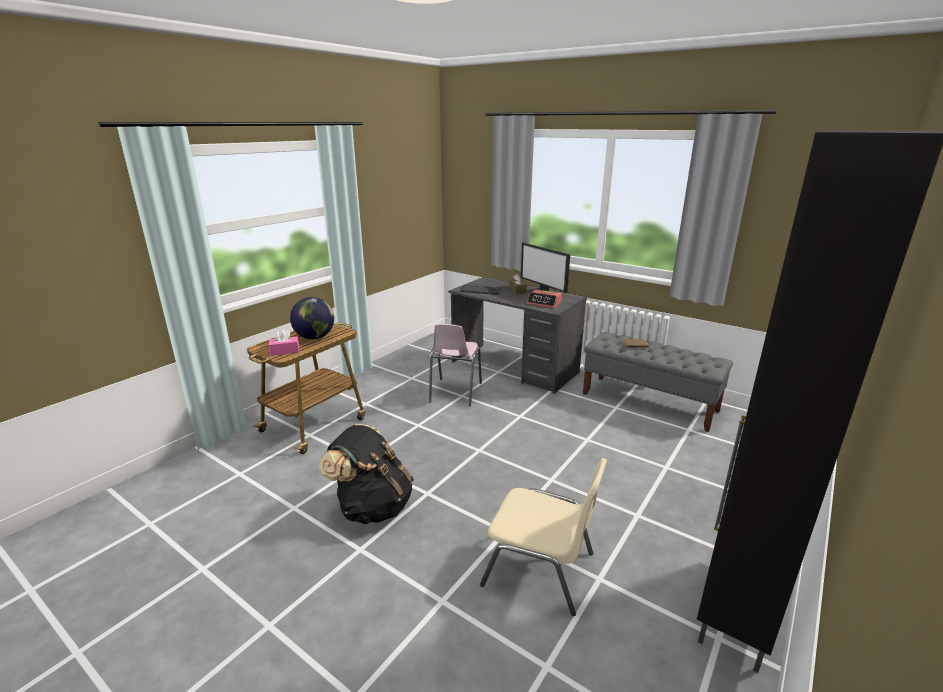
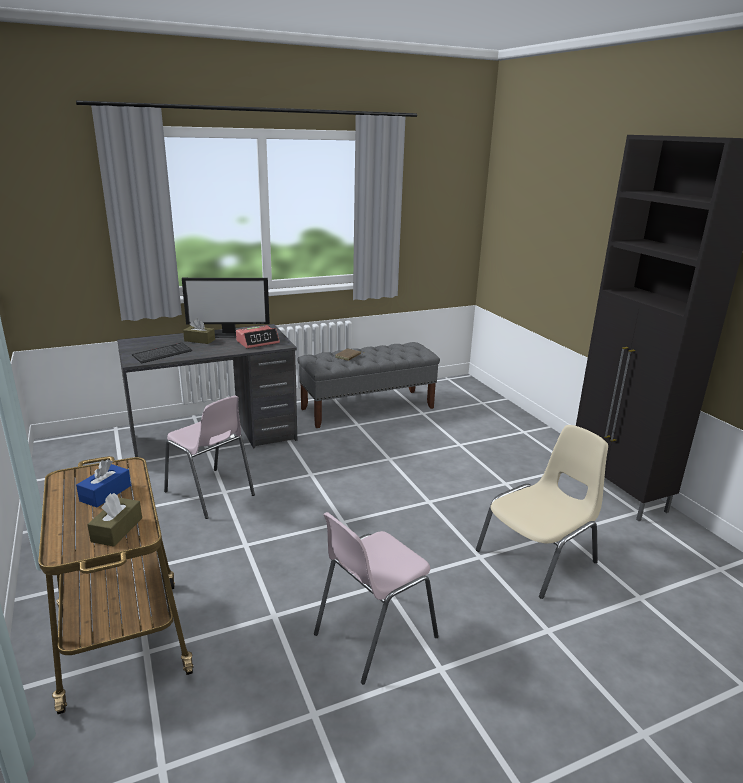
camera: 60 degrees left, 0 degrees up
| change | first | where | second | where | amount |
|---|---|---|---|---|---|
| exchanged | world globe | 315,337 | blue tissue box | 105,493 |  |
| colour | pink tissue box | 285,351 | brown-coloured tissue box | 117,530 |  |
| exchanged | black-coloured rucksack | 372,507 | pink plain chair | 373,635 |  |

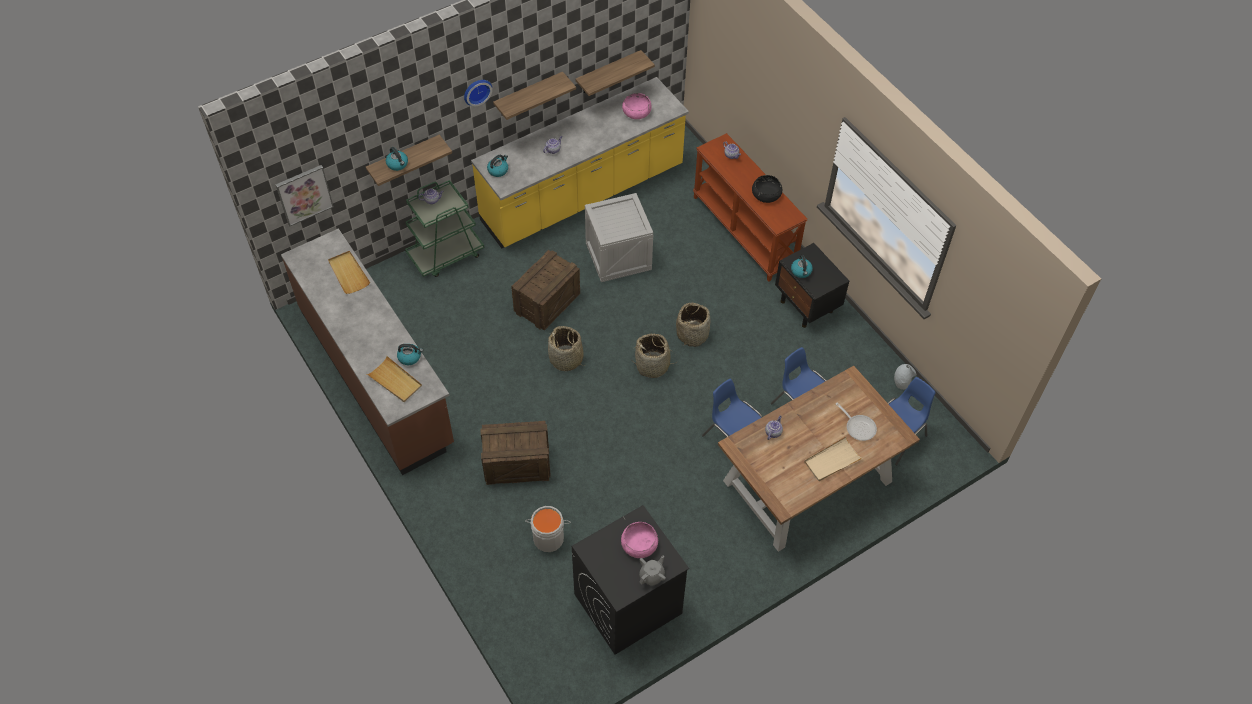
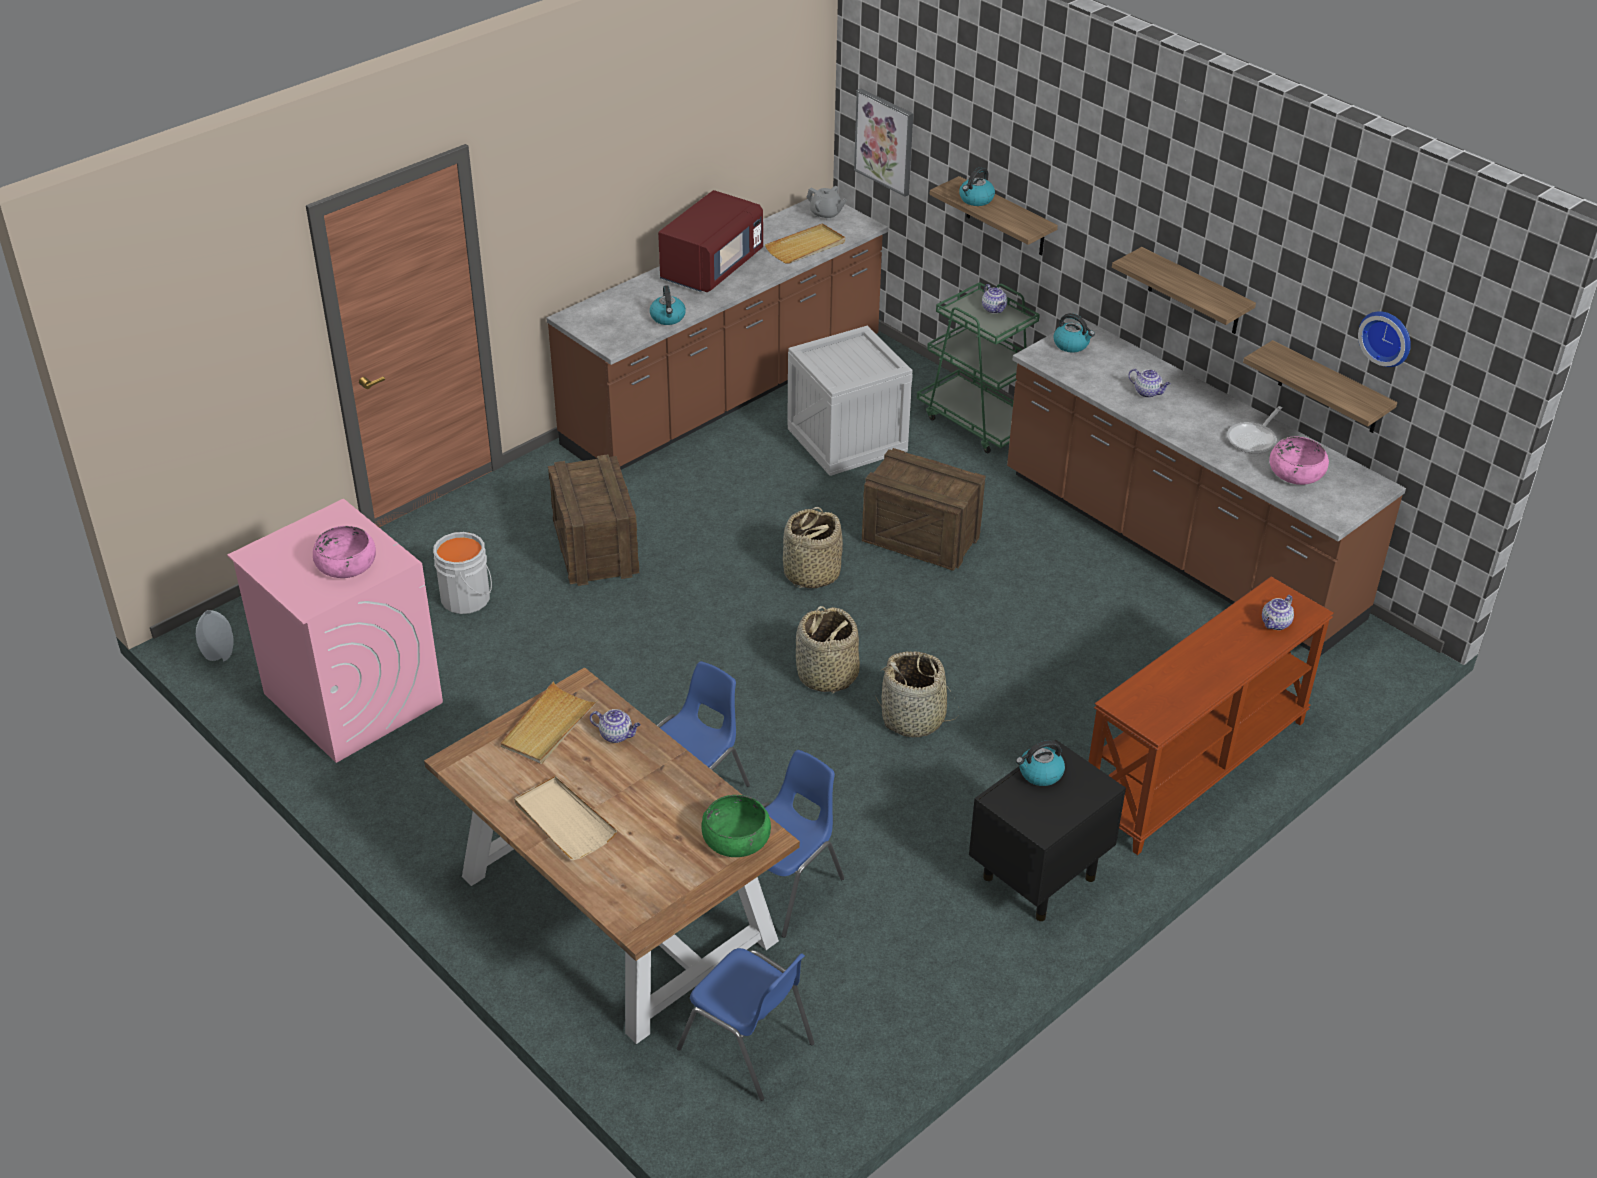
camera: 80 degrees right, 15 degrees down
| change | first | where | second | where | amount |
|---|---|---|---|---|---|
| relocated | grey flower vase | 902,383 |  | 219,654 |  |
| colour | black-coloured laundry appliance | 627,604 | pink laundry appliance | 351,697 |  |
| relocated | beige-coloured serving tray | 395,381 |  | 548,727 |  |
| appeared |  |  | red microwave oven | 711,268 |  |
| appeared |  |  | green-coloured bowl | 736,839 |  |
| relocated | packing crate | 619,255 |  | 848,440 |  |
| relocated | grey pot for tea | 652,575 |  | 826,214 |  |
| colour | yellowish kitchen counter | 583,195 | brown-coloured kitchen counter | 1177,548 |  |
| relocated | frying pan | 858,427 |  | 1254,439 |  |
| relocated | hanging clock | 476,91 |  | 1387,337 |  |
| missing | black-coloured bowl | 766,194 |  |  |  |

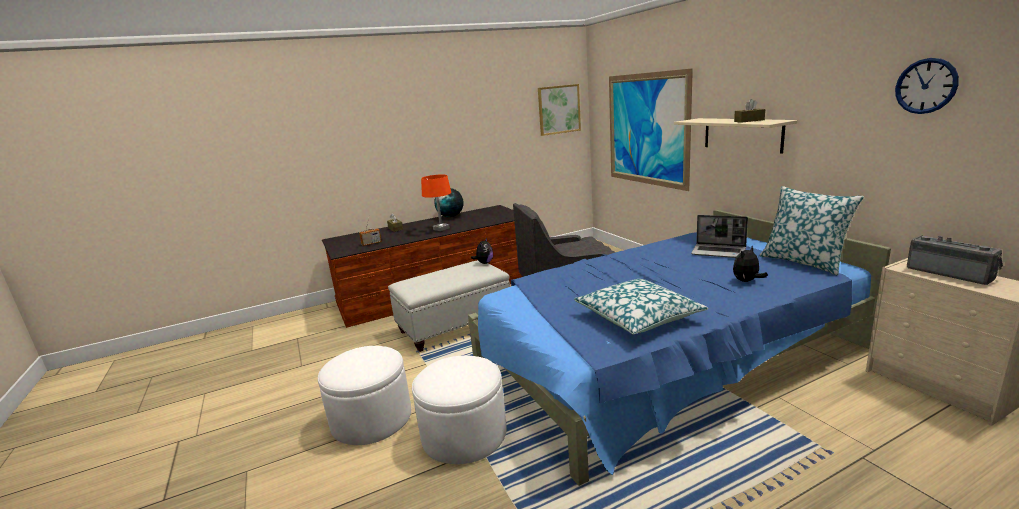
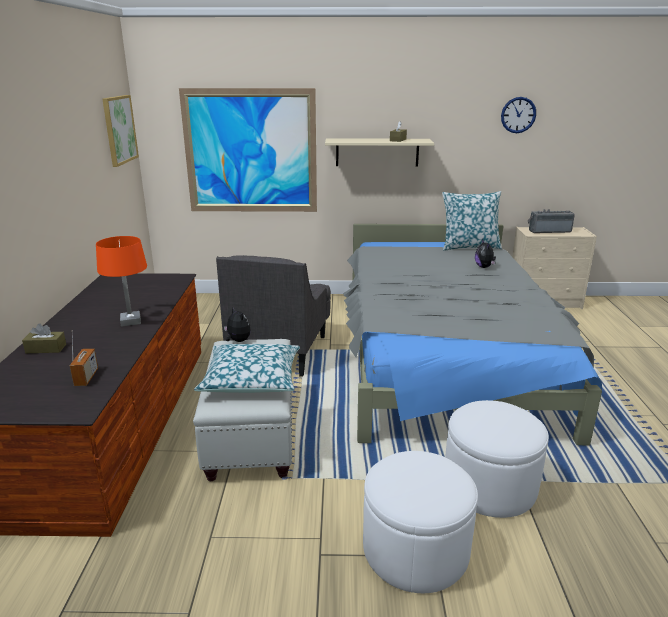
camera: 65 degrees left, 5 degrees up
| change | first | where | second | where | amount |
|---|---|---|---|---|---|
| relocated | pillow | 638,317 |  | 251,379 |  |
| colour | blue sleeping bed | 663,357 | grey sleeping bed | 442,353 |  |
| missing | world globe | 451,216 |  |  |  |
| missing | notebook computer | 719,252 |  |  |  |

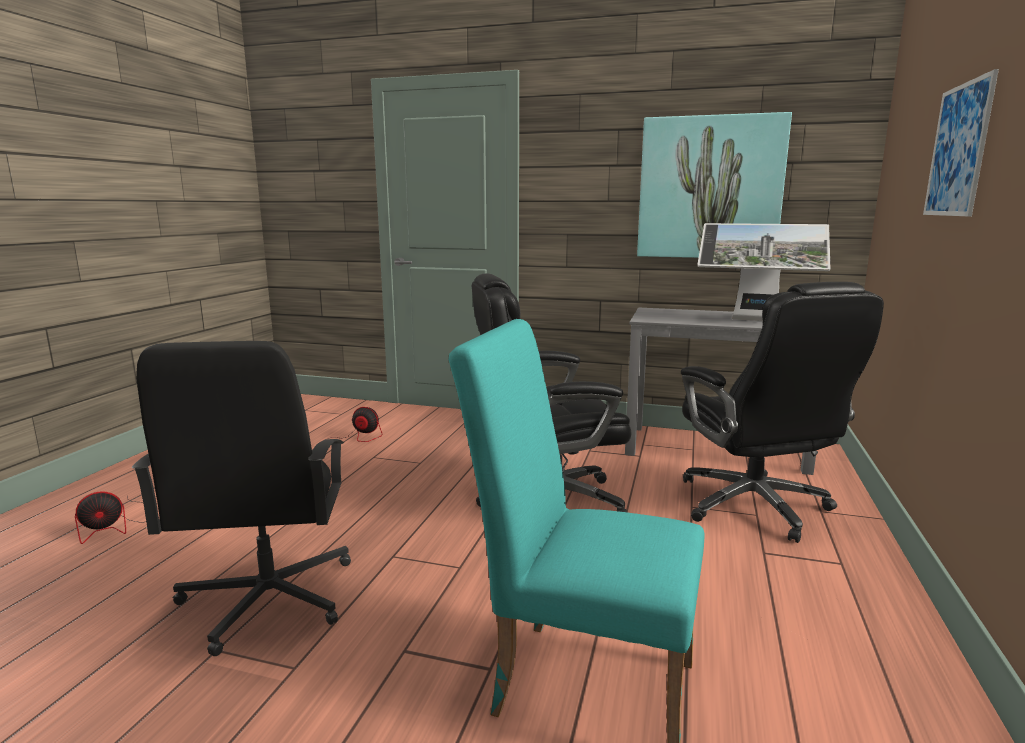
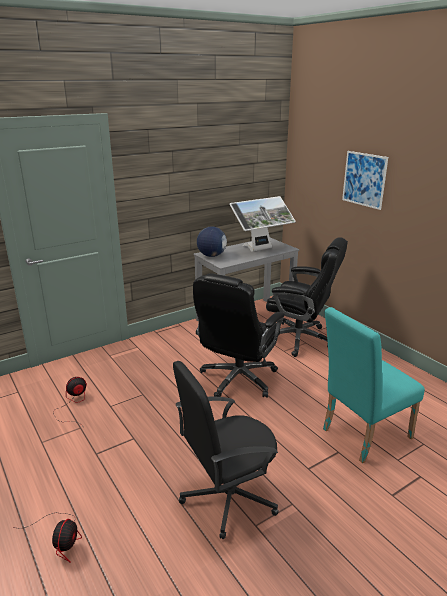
camera: 50 degrees left, 10 degrees up
| change | first | where | second | where | amount |
|---|---|---|---|---|---|
| spun | black-coloured desk chair | 267,599 |  | 227,496 | 120 degrees clockwise |
| appeared |  |  | world globe | 211,256 |  |
| missing | wall art | 709,188 |  |  |  |

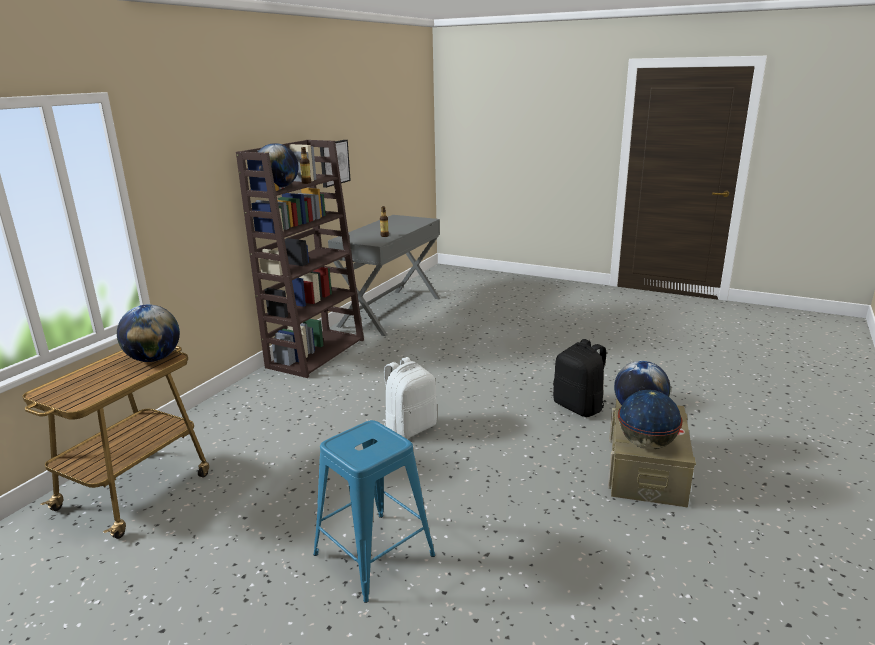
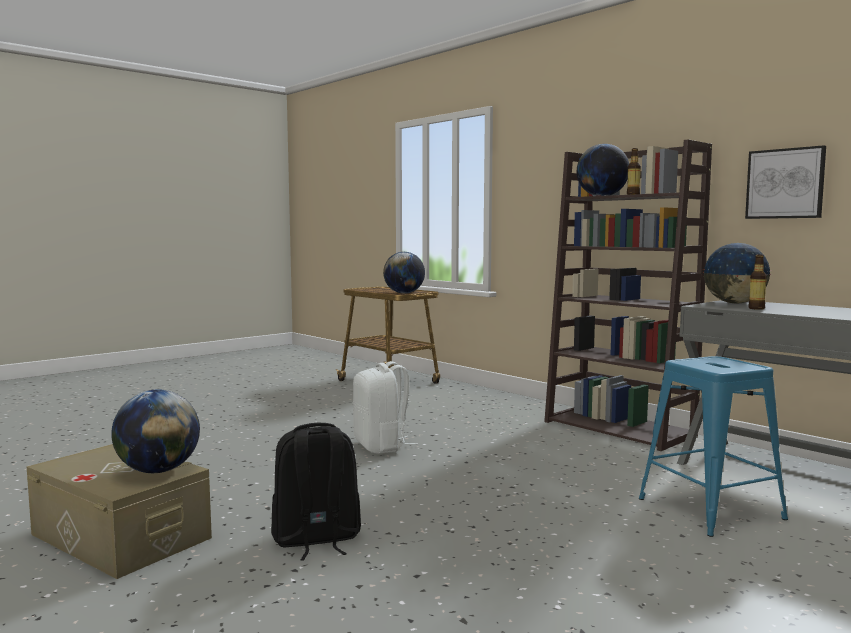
camera: 110 degrees right, 15 degrees down
| change | first | where | second | where | amount |
|---|---|---|---|---|---|
| relocated | blue sitting stool | 374,554 |  | 711,509 |  |
| relocated | world globe | 646,444 |  | 735,303 |  |

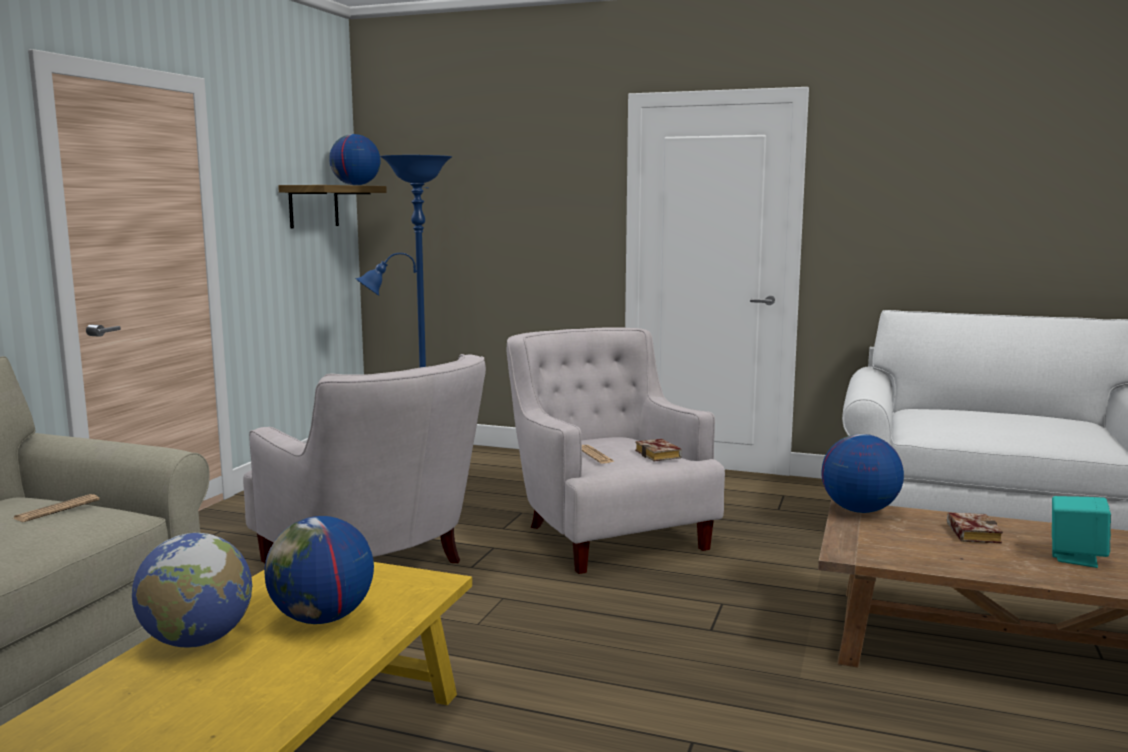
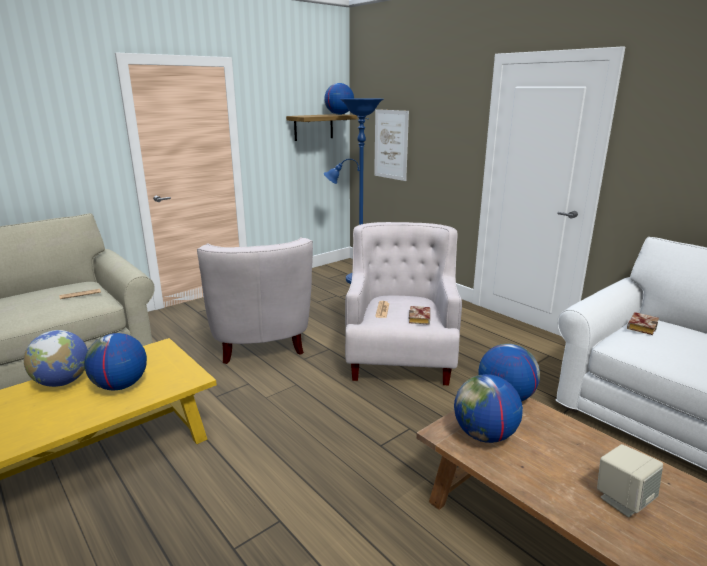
camera: 30 degrees right, 10 degrees up
| change | first | where | second | where | amount |
|---|---|---|---|---|---|
| appeared |  |  | wall art | 391,144 |  |
| appeared |  |  | world globe | 484,435 |  |
| colour | blue-green loudspeaker | 1075,557 | beige-coloured loudspeaker | 623,500 |  |
| relocated | book | 970,533 |  | 641,326 |  |

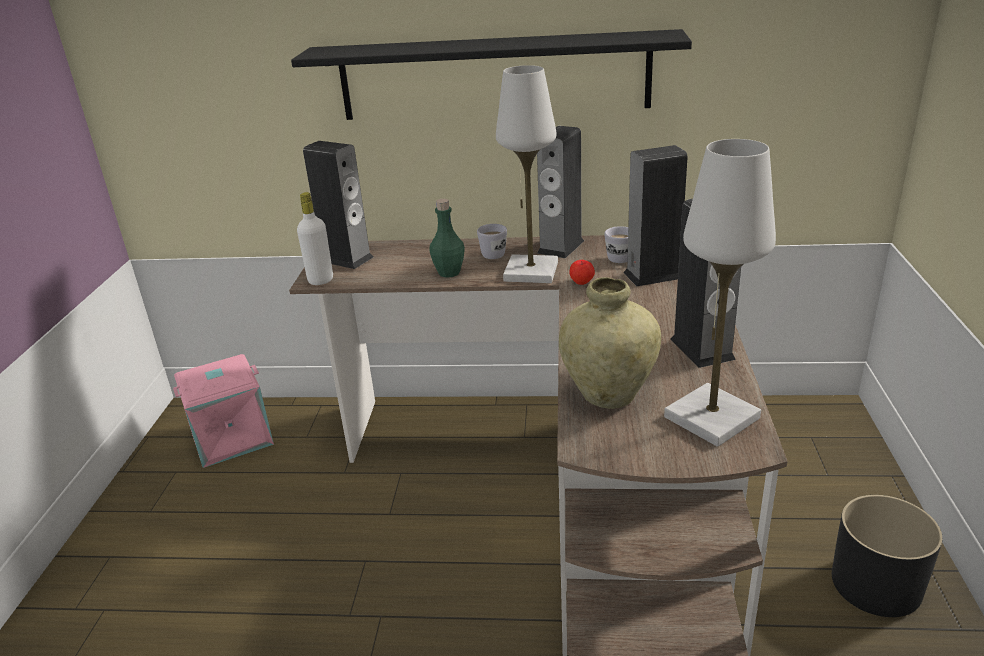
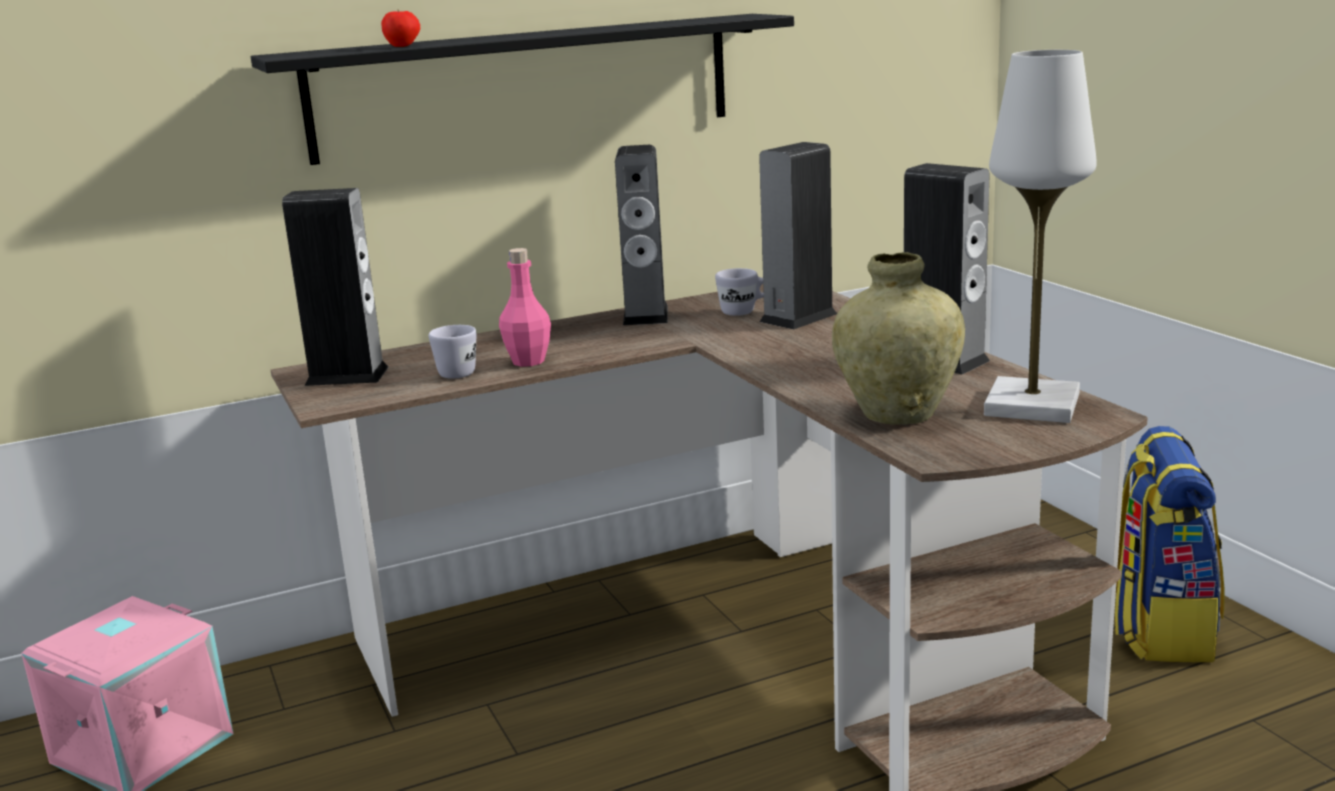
camera: 30 degrees left, 10 degrees down
| change | first | where | second | where | amount |
|---|---|---|---|---|---|
| relocated | apple fruit | 582,282 |  | 402,46 |  |
| relocated | whitish tea mug | 495,253 |  | 456,371 |  |
| colour | green-coloured beverage bottle | 449,272 | pink beverage bottle | 528,361 |  |
| exchanged | black-coloured planter | 875,583 | rucksack | 1158,628 |  |
| missing | whitish beverage bottle | 320,280 |  |  |  |
| missing | whitish table lamp | 530,272 |  |  |  |

